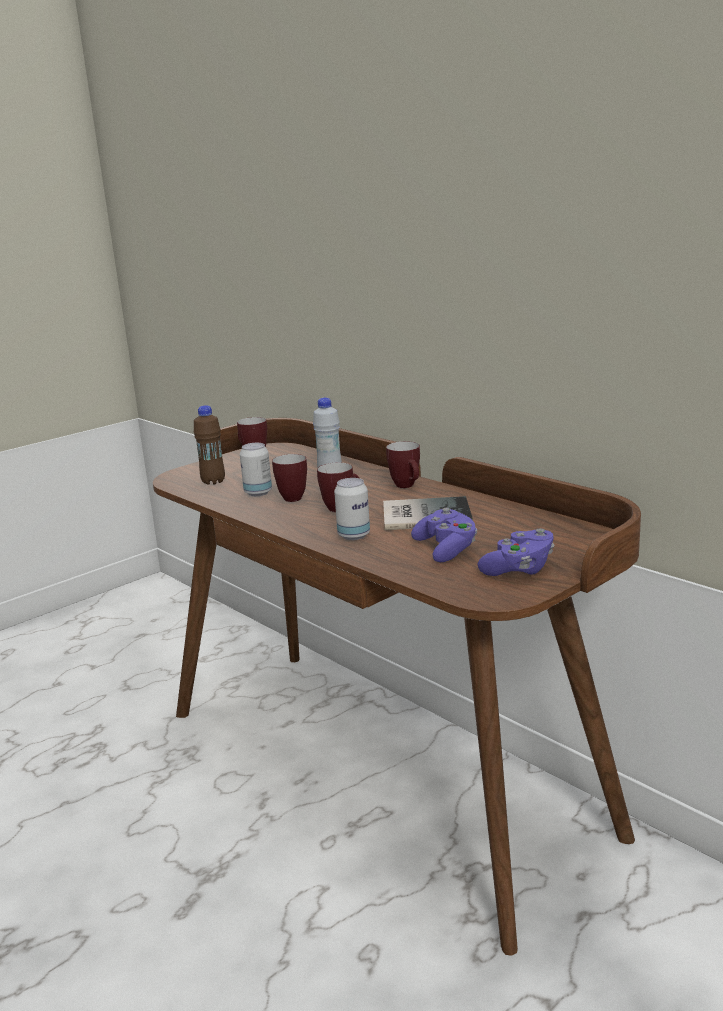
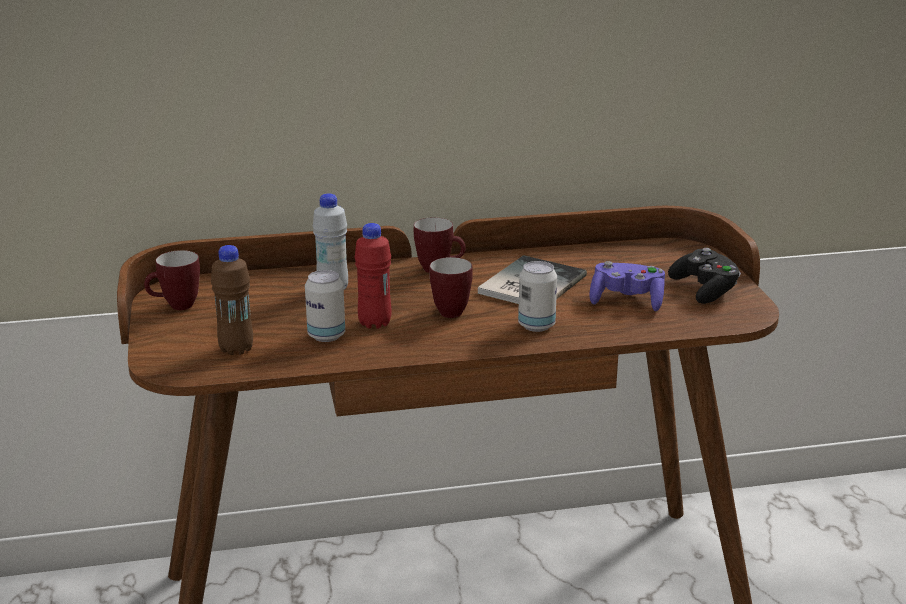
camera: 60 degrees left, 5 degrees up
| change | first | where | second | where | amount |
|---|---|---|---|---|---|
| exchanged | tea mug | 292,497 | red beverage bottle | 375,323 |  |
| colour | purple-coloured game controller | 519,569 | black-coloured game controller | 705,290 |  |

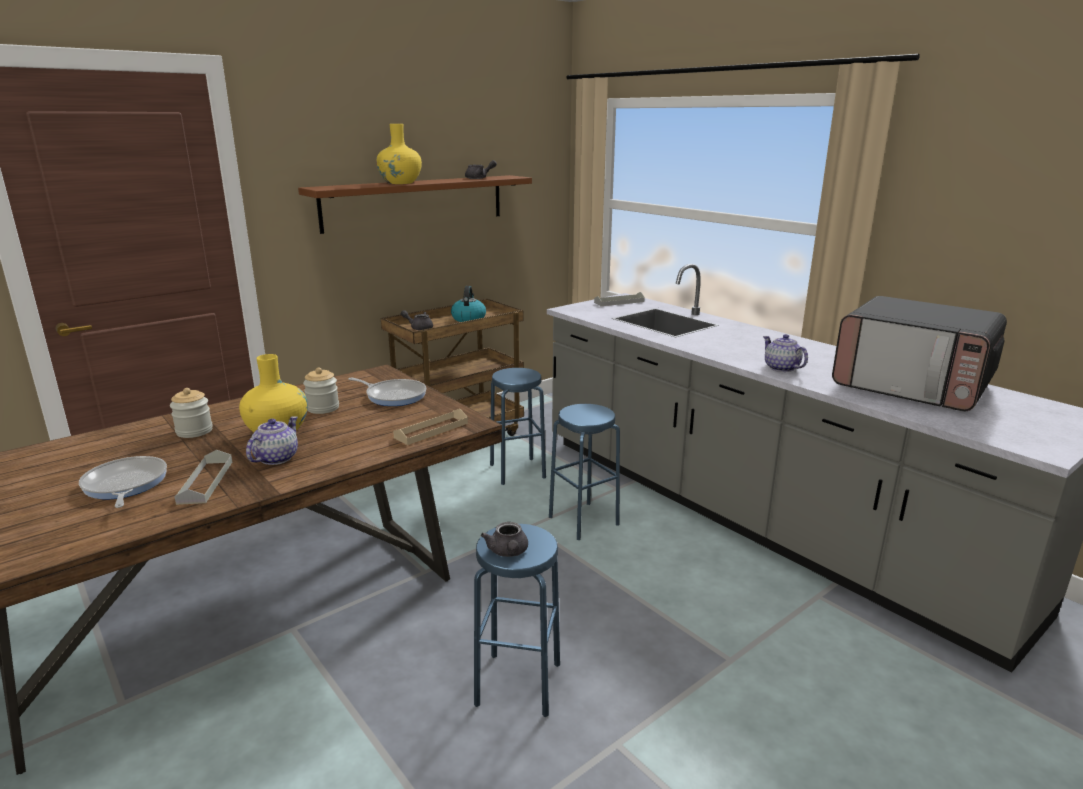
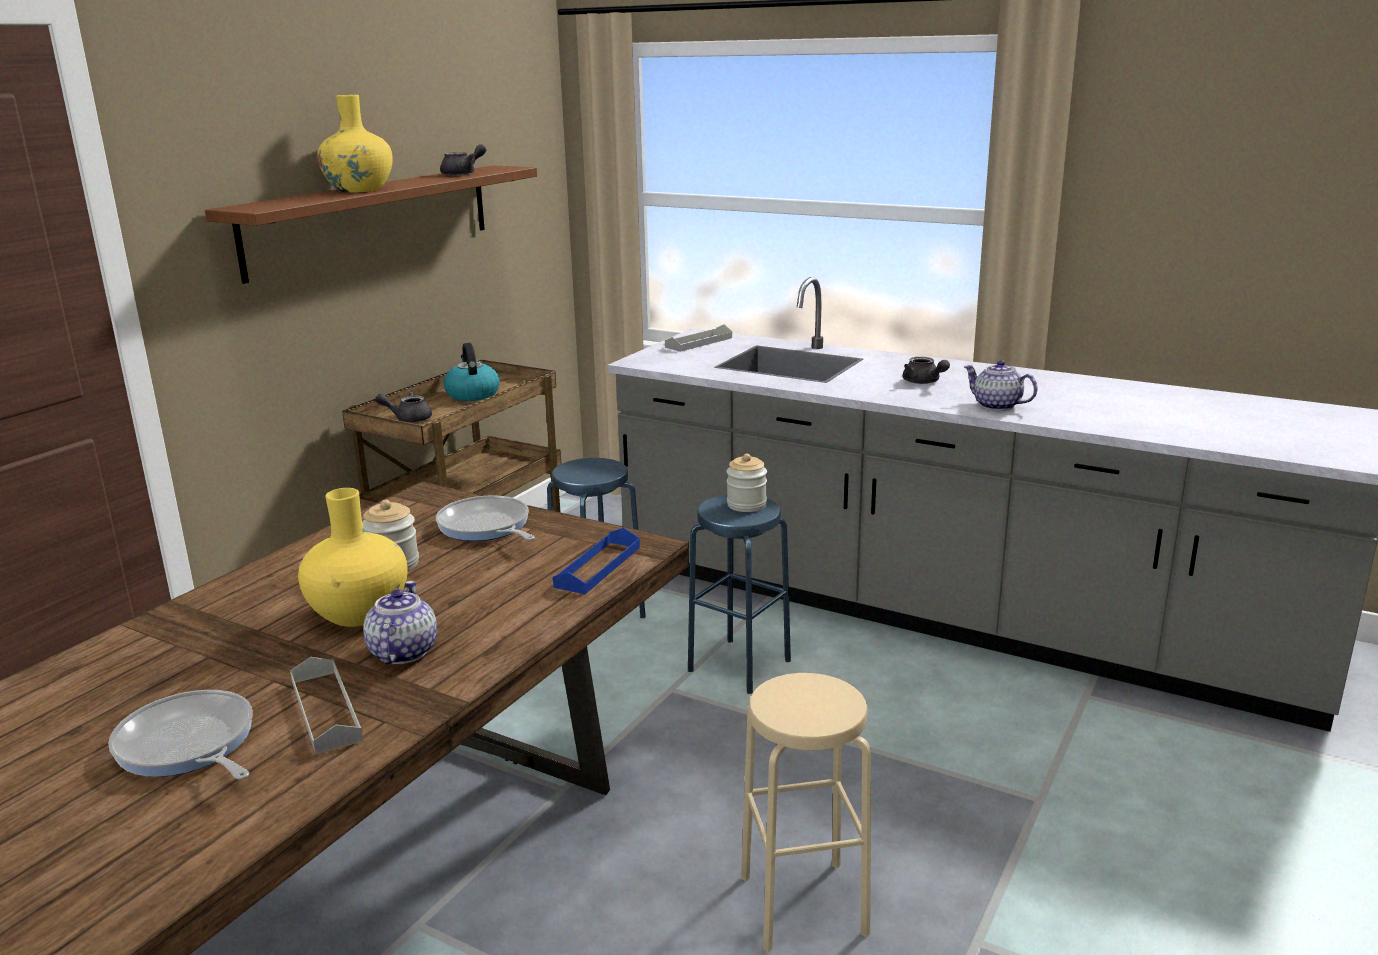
camera: 20 degrees left, 0 degrees up
| change | first | where | second | where | amount |
|---|---|---|---|---|---|
| spun | frying pan | 394,396 |  | 486,527 | 135 degrees counterclockwise |
| colour | beige-coloured serving tray | 431,430 | blue serving tray | 598,567 |  |
| relocated | preserve jar | 194,431 |  | 746,505 |  |
| colour | blue sitting stool | 518,684 | beige-coloured sitting stool | 803,905 |  |
| relocated | grey pot for tea | 508,552 |  | 923,382 |  |
| missing | microwave oven | 911,387 |  |  |  |

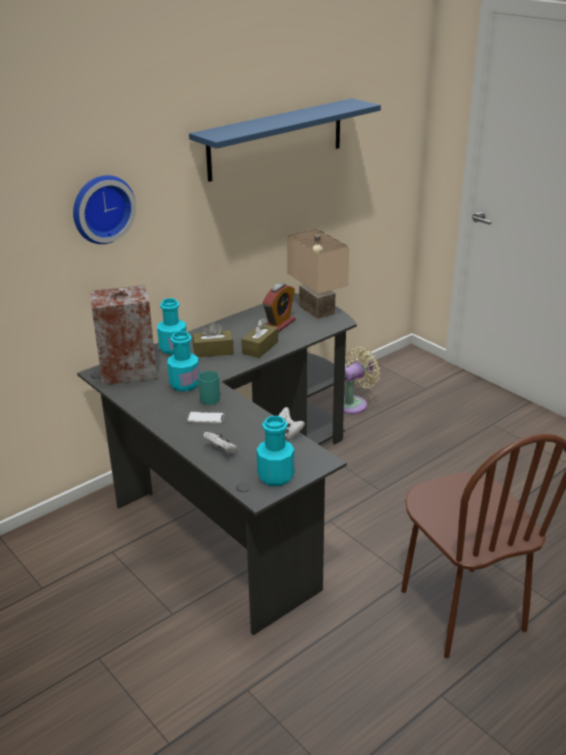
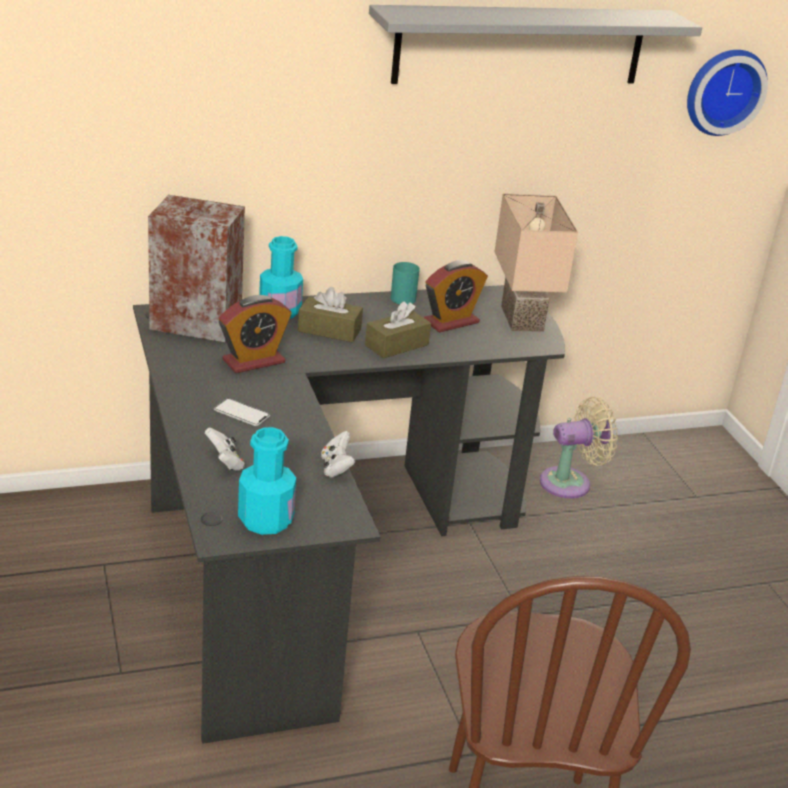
camera: 20 degrees right, 0 degrees up
| change | first | where | second | where | amount |
|---|---|---|---|---|---|
| exchanged | blue-green beverage bottle | 184,384 | alarm clock | 253,361 |  |
| colour | blue bracket shelf | 276,139 | grey bracket shelf | 520,45 |  |
| relocated | blue-green tea mug | 209,397 |  | 404,297 |  |
| relocated | hanging clock | 101,208 |  | 723,90 |  |

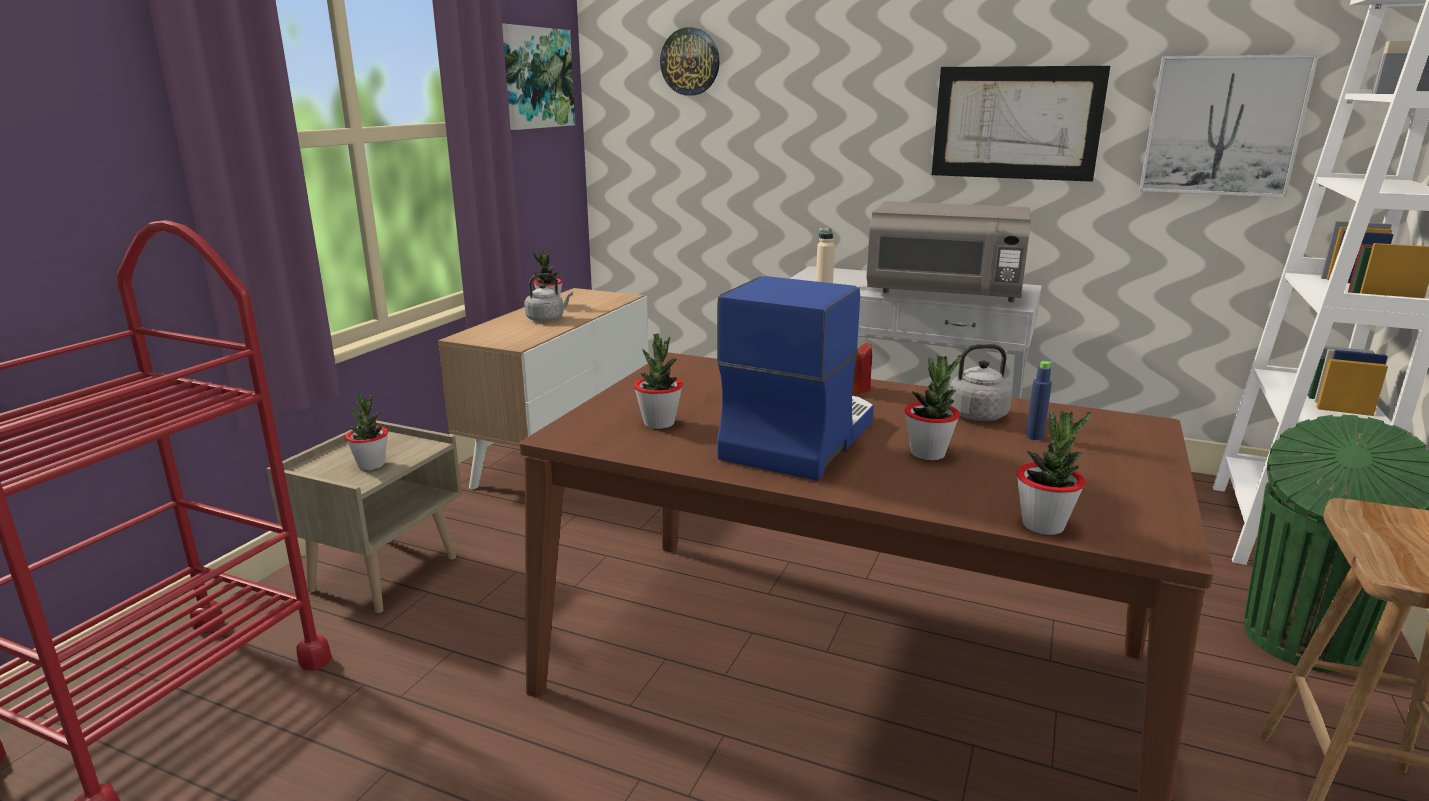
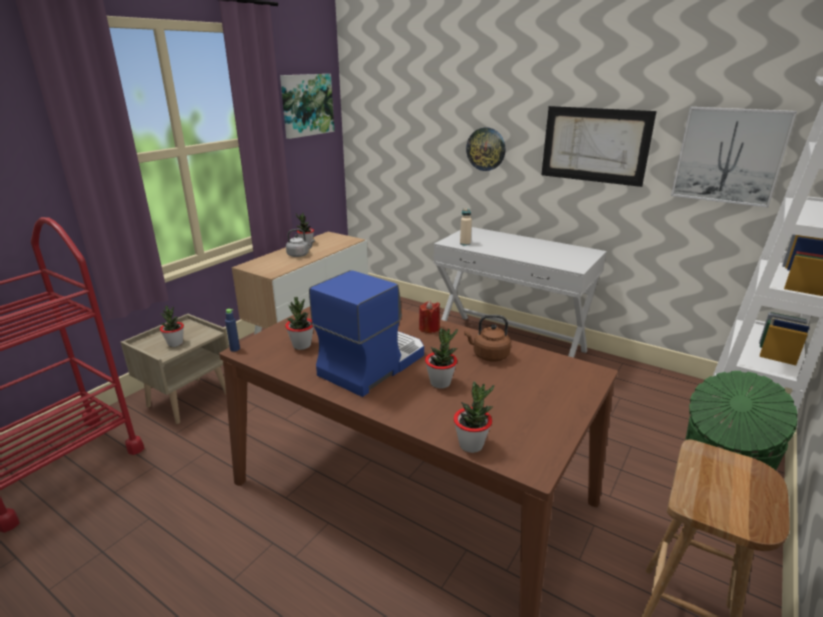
camera: 10 degrees right, 5 degrees up
| change | first | where | second | where | amount |
|---|---|---|---|---|---|
| relocated | blue beverage bottle | 1034,437 |  | 235,349 |  |
| colour | grey kettle | 973,415 | brown-coloured kettle | 488,355 |  |
| relocated | hanging clock | 690,62 |  | 486,149 |  |
| missing | grey microwave oven | 944,294 |  |  |  |

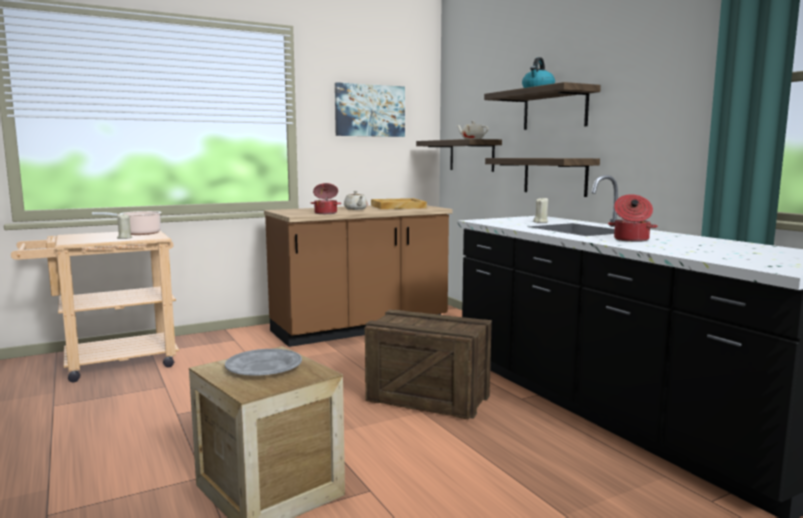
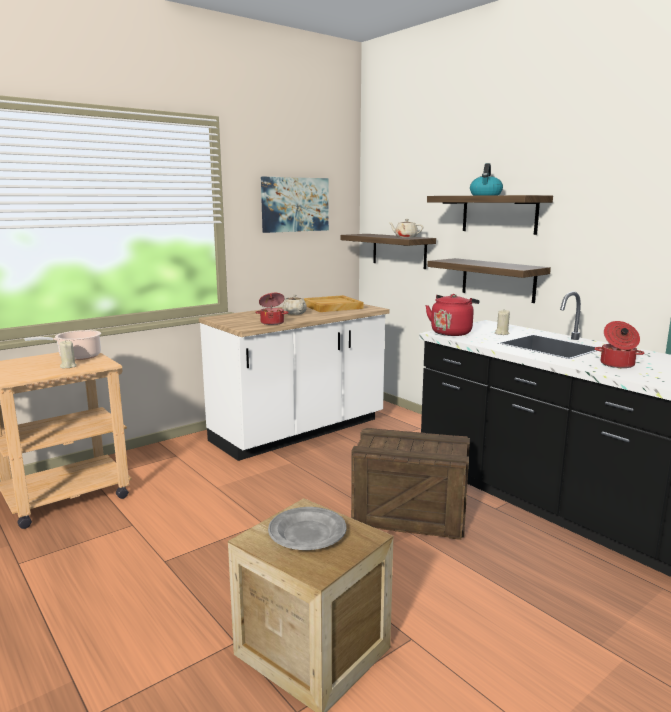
camera: 10 degrees left, 5 degrees up
| change | first | where | second | where | amount |
|---|---|---|---|---|---|
| colour | brown-coloured kitchen counter | 360,328 | whitish kitchen counter | 299,431 |  |
| appeared |  |  | red kettle | 452,332 |  |

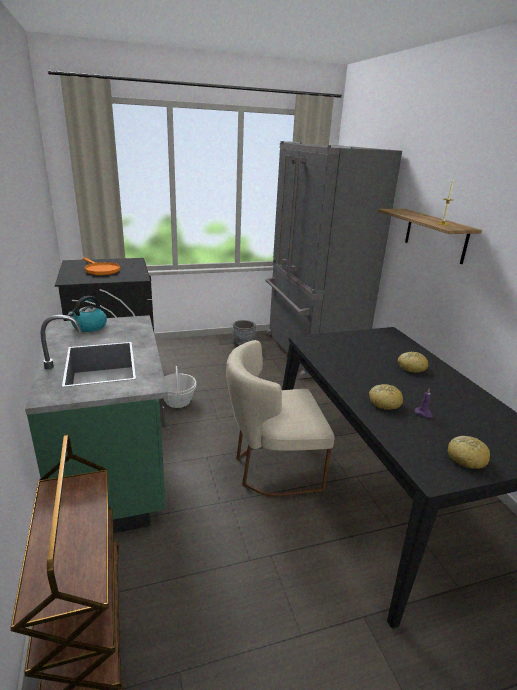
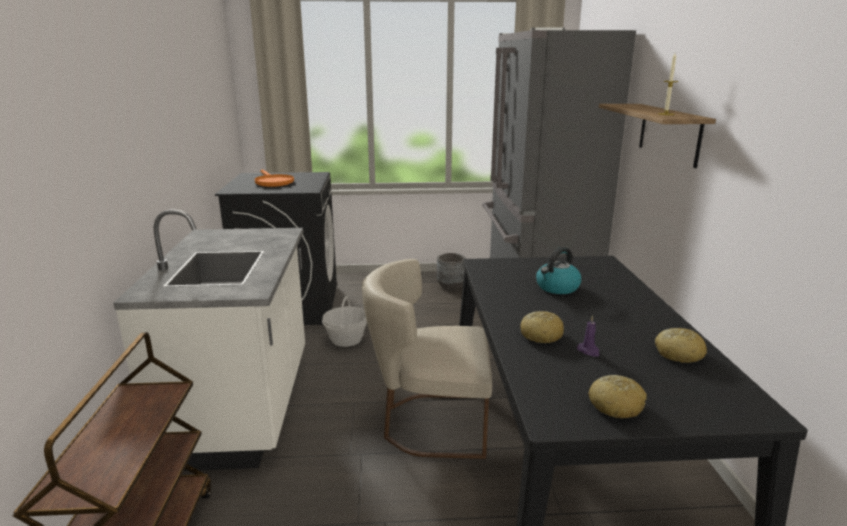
camera: 15 degrees right, 5 degrees down
| change | first | where | second | where | amount |
|---|---|---|---|---|---|
| colour | green-coloured kitchen counter | 115,472 | whitish kitchen counter | 244,406 |  |
| relocated | kettle | 89,327 |  | 557,287 |  |
| relocated | bread | 411,367 |  | 678,354 |  |

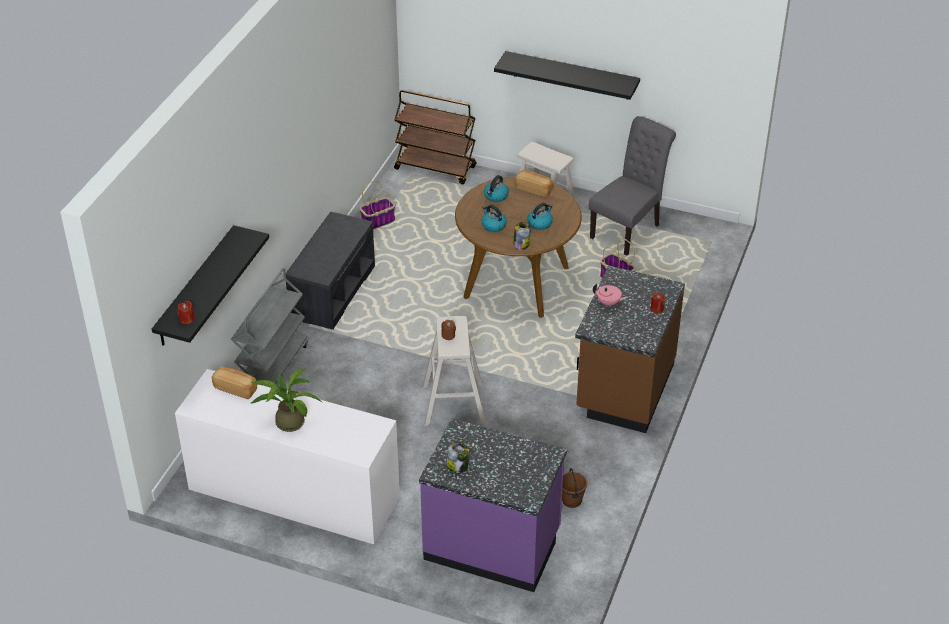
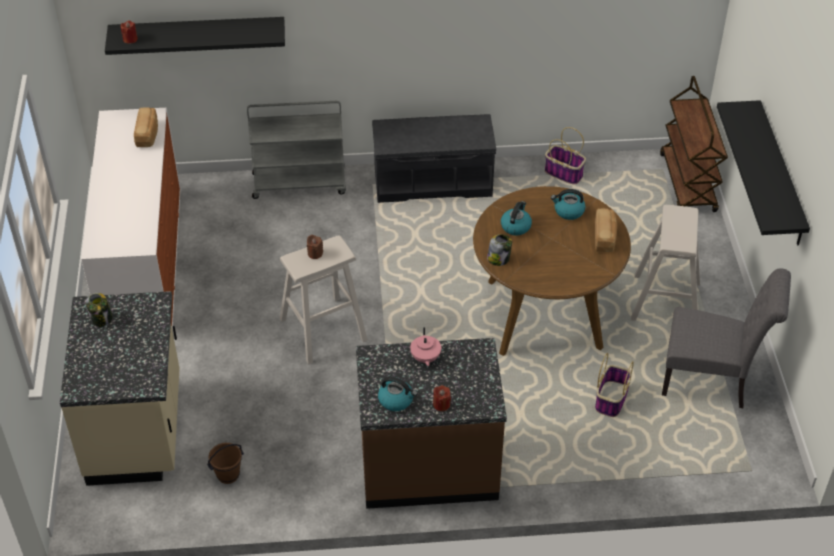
camera: 65 degrees right, 5 degrees up
| change | first | where | second | where | amount |
|---|---|---|---|---|---|
| colour | purple-coloured kitchen counter | 492,545 | beige-coloured kitchen counter | 137,430 |  |
| relocated | kettle | 540,223 |  | 396,400 |  |
| missing | houseplant | 287,421 |  |  |  |

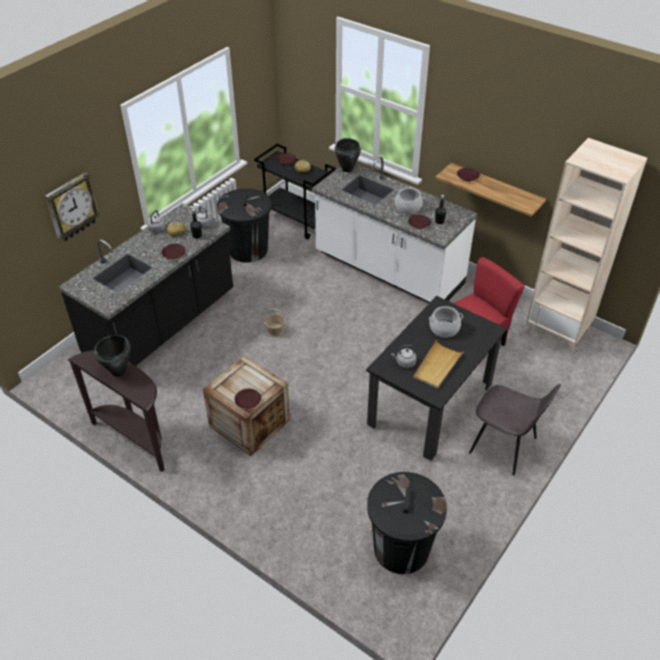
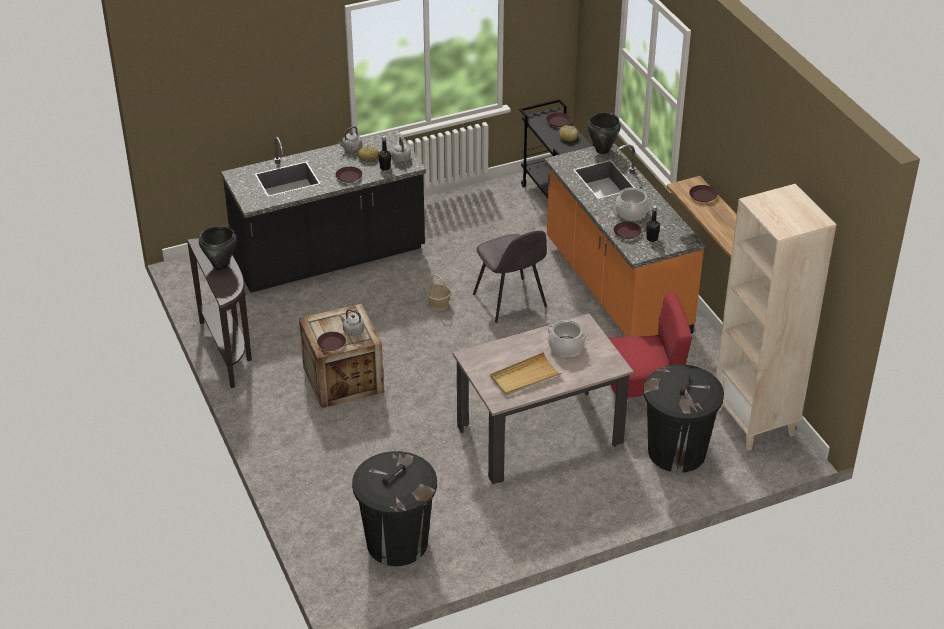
camera: 30 degrees right, 5 degrees down
| change | first | where | second | where | amount |
|---|---|---|---|---|---|
| relocated | grey kettle | 404,363 |  | 352,330 |  |
| colour | black-coloured dinner table | 430,404 | beige-coloured dinner table | 539,435 |  |
| relocated | grey plain chair | 505,446 |  | 510,302 |  |
| colour | whitish kitchen counter | 388,270 | orange-coloured kitchen counter | 615,288 |  |
| relocated | black-coloured waste bin | 248,249 |  | 677,452 |  |
| missing | hanging clock | 71,207 |  |  |  |

